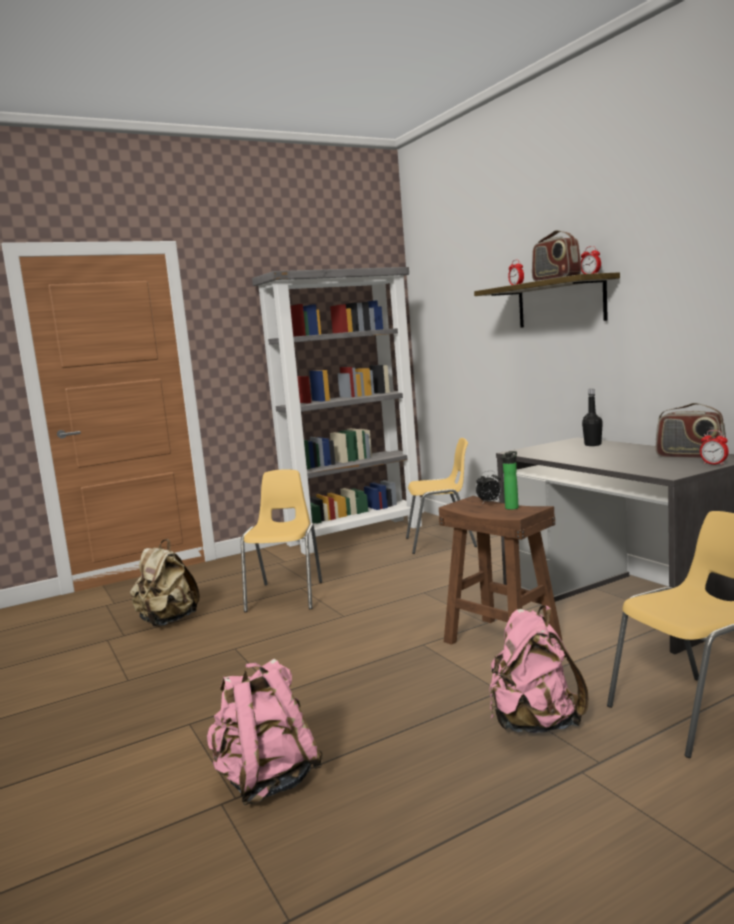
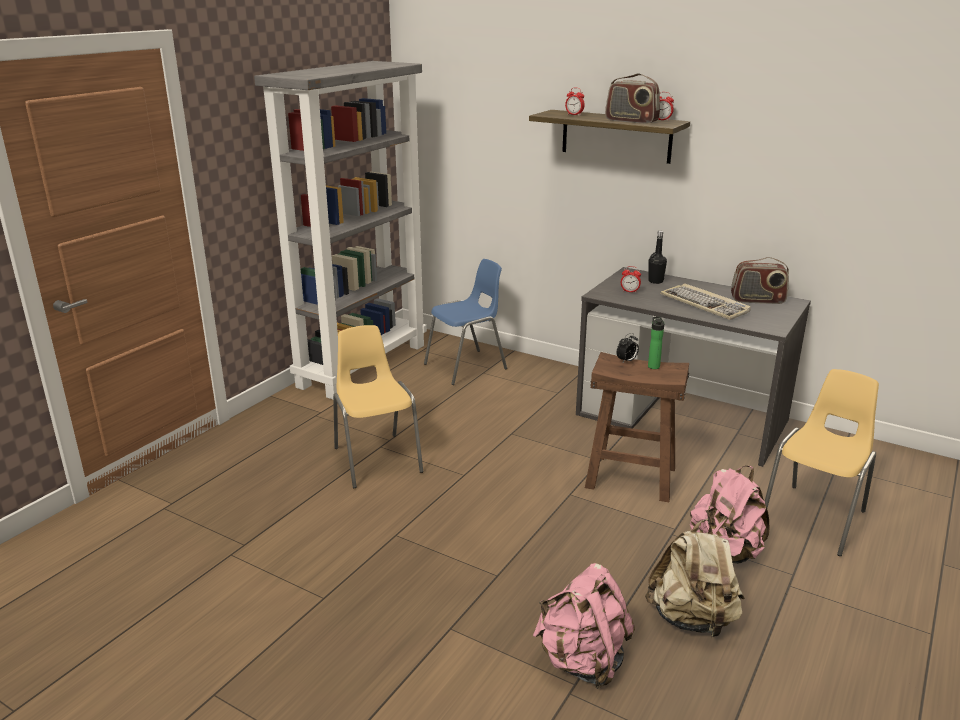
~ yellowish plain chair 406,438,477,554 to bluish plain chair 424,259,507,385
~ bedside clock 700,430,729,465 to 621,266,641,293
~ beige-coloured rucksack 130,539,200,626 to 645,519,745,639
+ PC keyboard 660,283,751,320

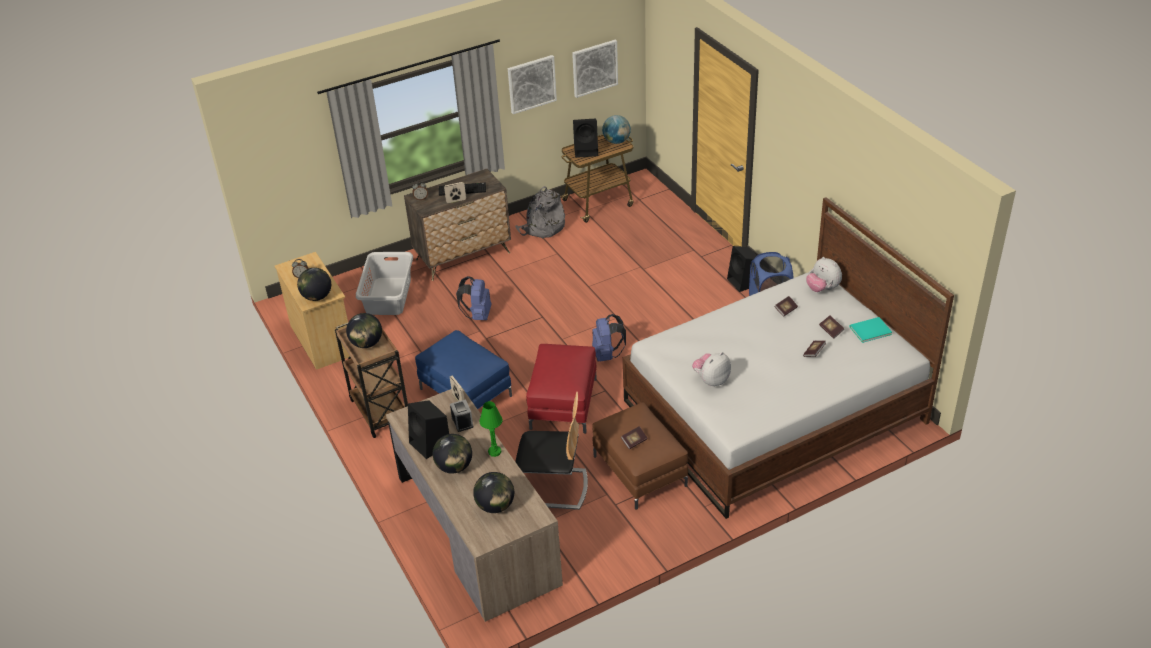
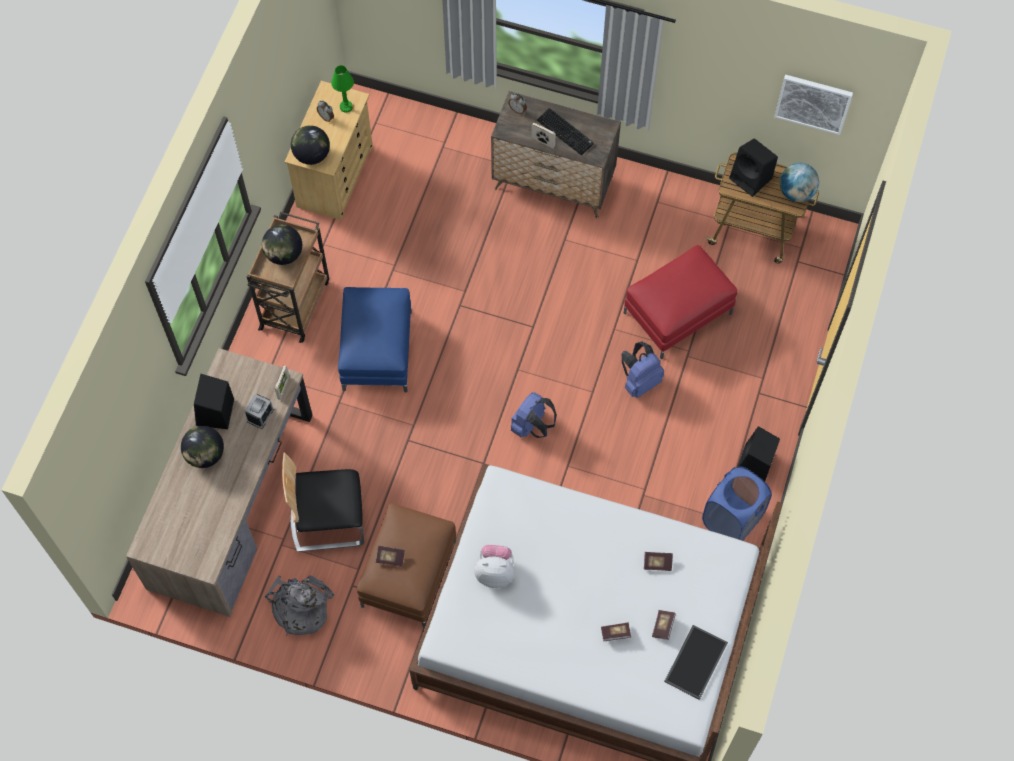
~ grey rucksack 515,186,565,238 to 265,575,334,636
~ plain chair 515,392,588,510 = 282,453,364,552 120 degrees clockwise
~ green-coloured tabletop lamp 479,401,503,457 to 331,65,354,113
~ bluish rucksack 456,276,491,320 to 621,341,664,398
~ red ottoman 526,344,597,434 to 624,245,737,359
~ turquoise bound book 850,317,892,343 to serving tray 664,625,728,700
- grey laundry basket 356,252,413,315
- world globe 473,472,514,513
- picture 508,55,557,114
- plush toy 806,257,842,292

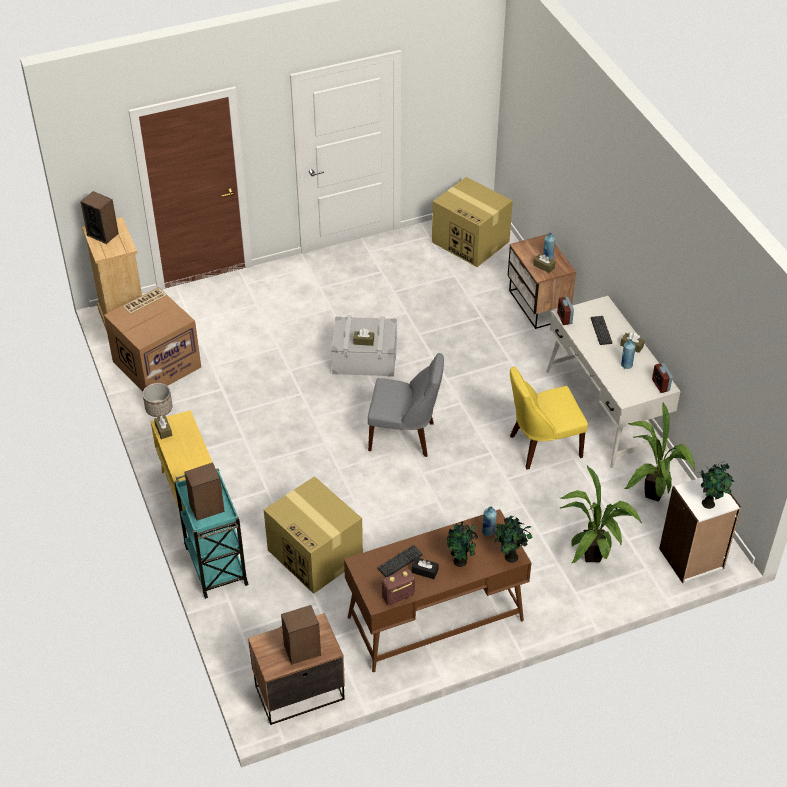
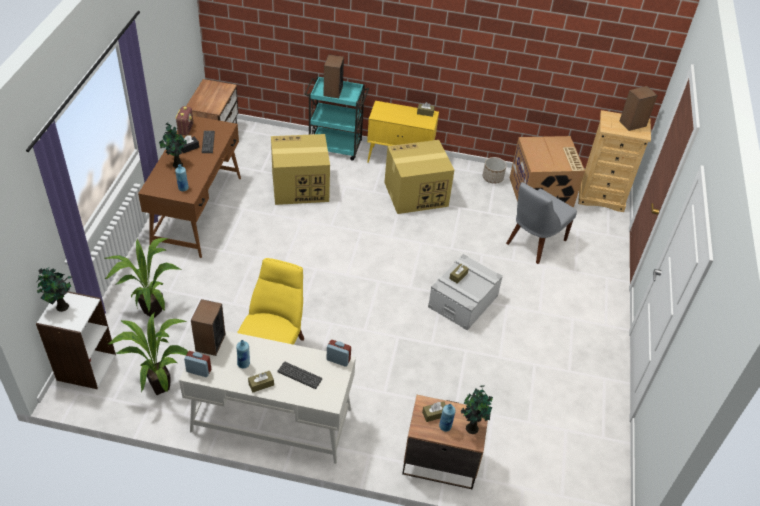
~ speaker 281,605,321,665 to 191,299,226,356
~ carton 432,177,513,267 to 384,140,454,214
~ houseplant 493,516,533,563 to 461,386,493,434
~ grey plain chair 368,353,444,457 to 506,182,577,264

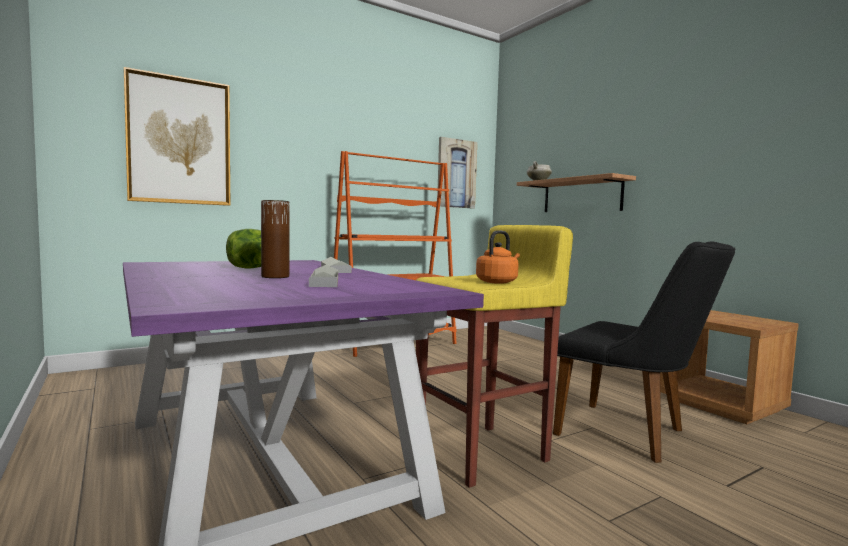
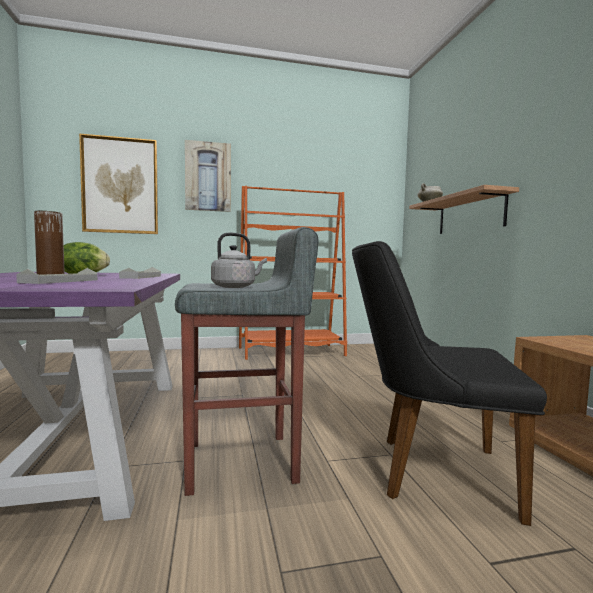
~ yellowish stool 416,225,573,488 to grey stool 175,227,318,496
~ picture 437,137,477,208 to 185,140,231,212
~ orangey kettle 476,230,520,284 to grey kettle 211,233,267,288
~ black-coloured plain chair 553,241,736,463 = 352,241,547,526 135 degrees clockwise

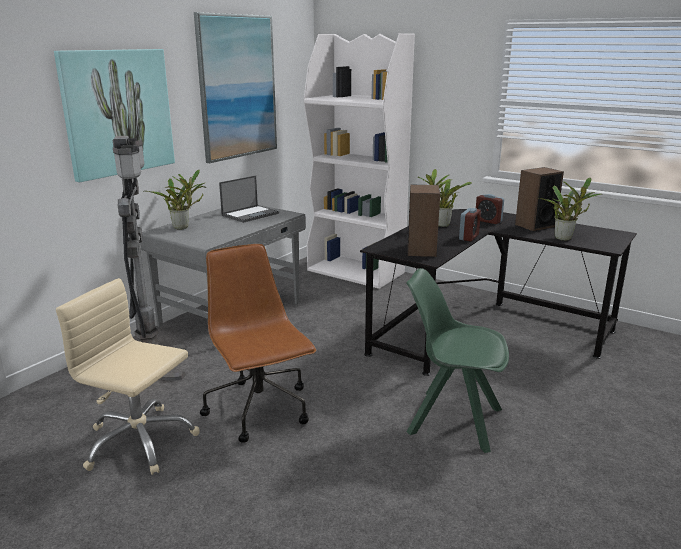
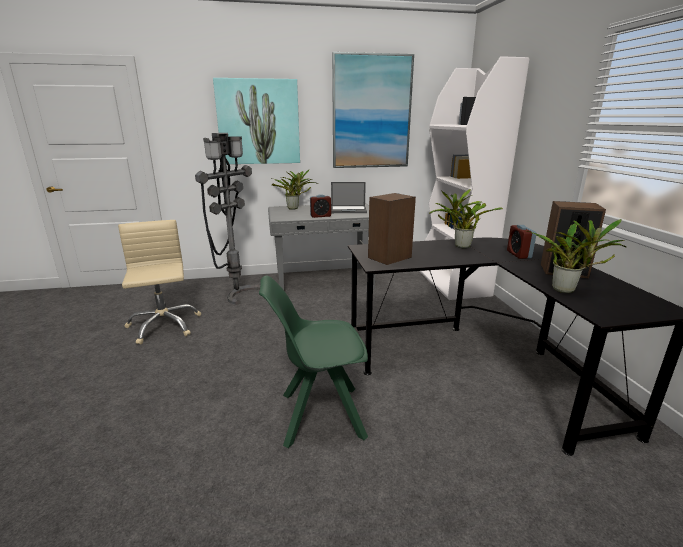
~ green-coloured plain chair 406,268,509,453 = 259,276,368,448 75 degrees counterclockwise
~ bedside clock 459,208,481,241 to 310,194,331,218
- brown desk chair 200,244,317,443

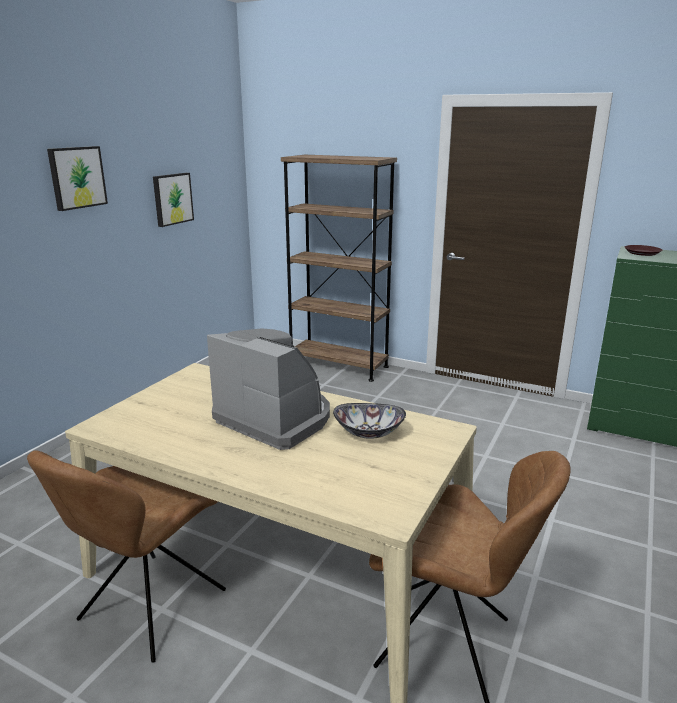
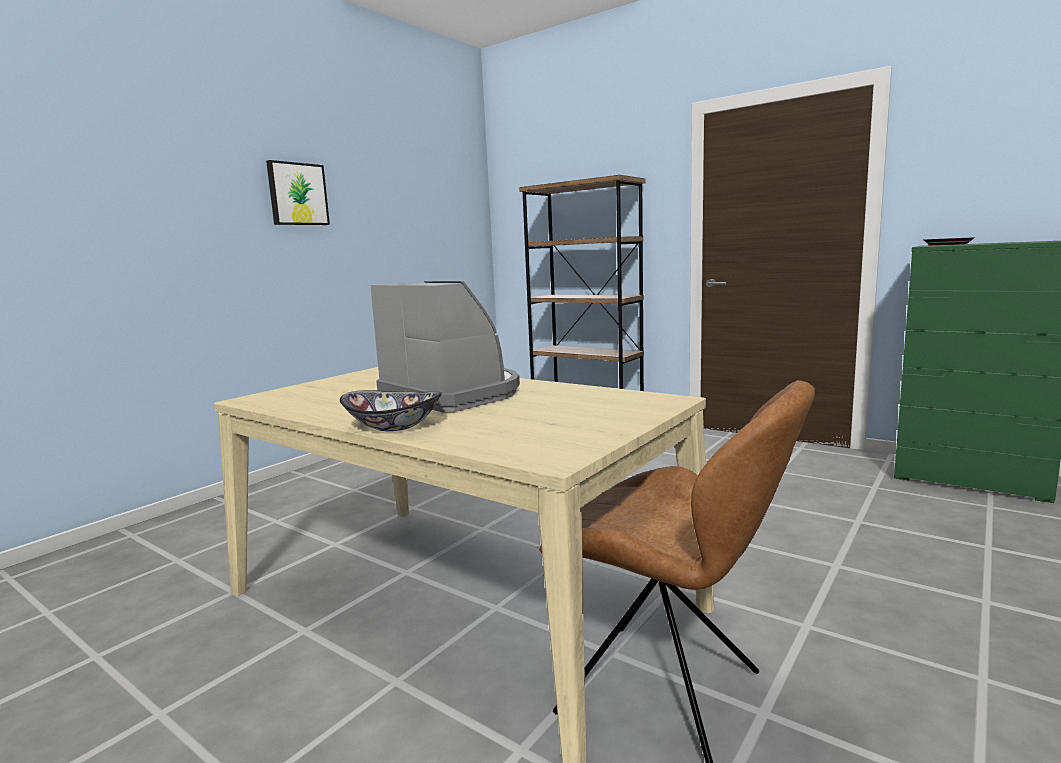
~ serving bowl 333,403,406,439 to 340,390,442,431
- brown plain chair 27,450,226,663
- picture 153,173,194,227

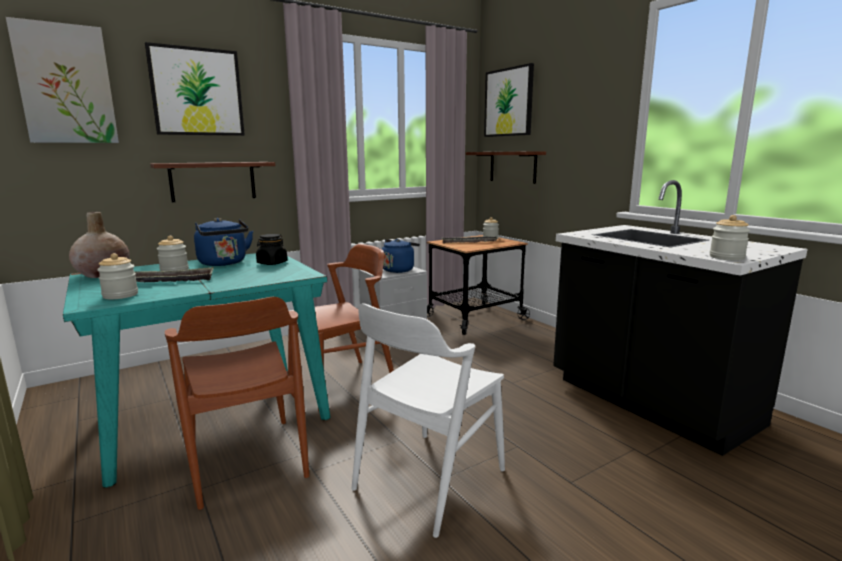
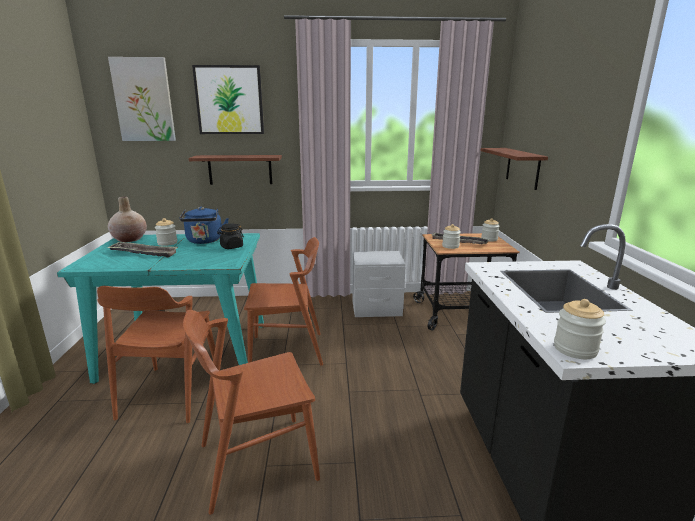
~ whitish plain chair 352,304,505,538 to brown plain chair 183,310,320,515
~ jar 97,253,138,299 to 442,224,461,249
- bluish kettle 380,239,420,273
- picture 484,63,534,137

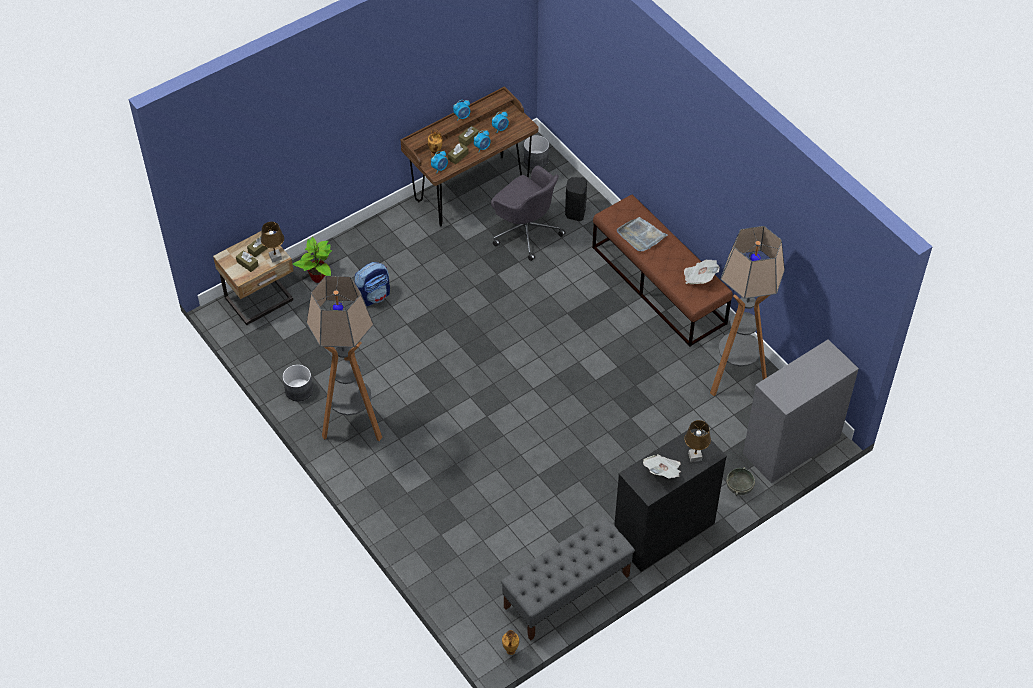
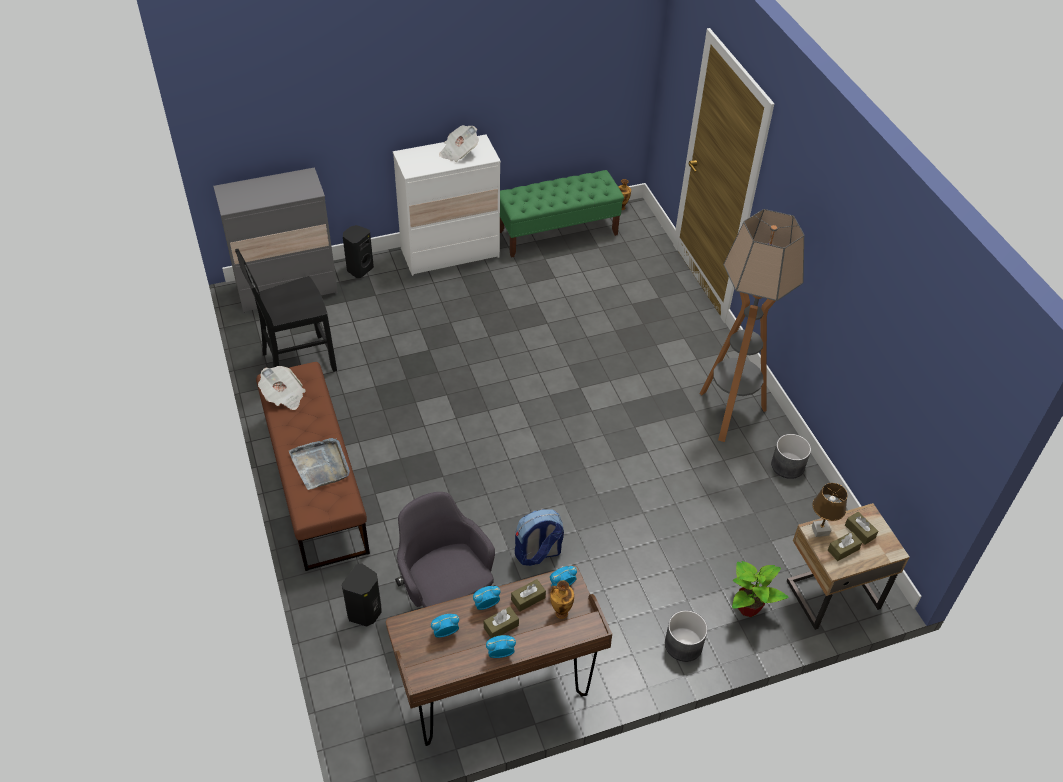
~ standing lamp 710,226,785,396 to black-coloured plain chair 235,249,337,372
~ grey serving bowl 726,467,755,496 to black-coloured speaker 343,225,374,278
~ black-coloured dresser 614,429,727,572 to whitish dresser 393,134,501,276
~ grey bench 501,515,635,640 to green-coloured bench 500,170,624,258
~ rucksack 355,262,390,306 to 515,509,564,566
~ grey planter 524,135,549,168 to 665,610,708,662
- brown tabletop lamp 684,420,711,462

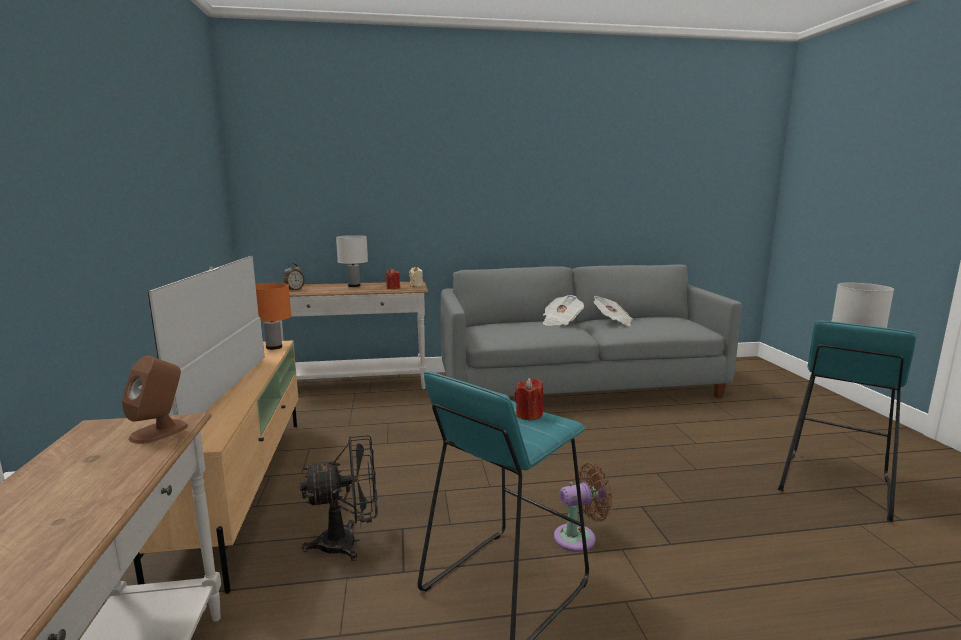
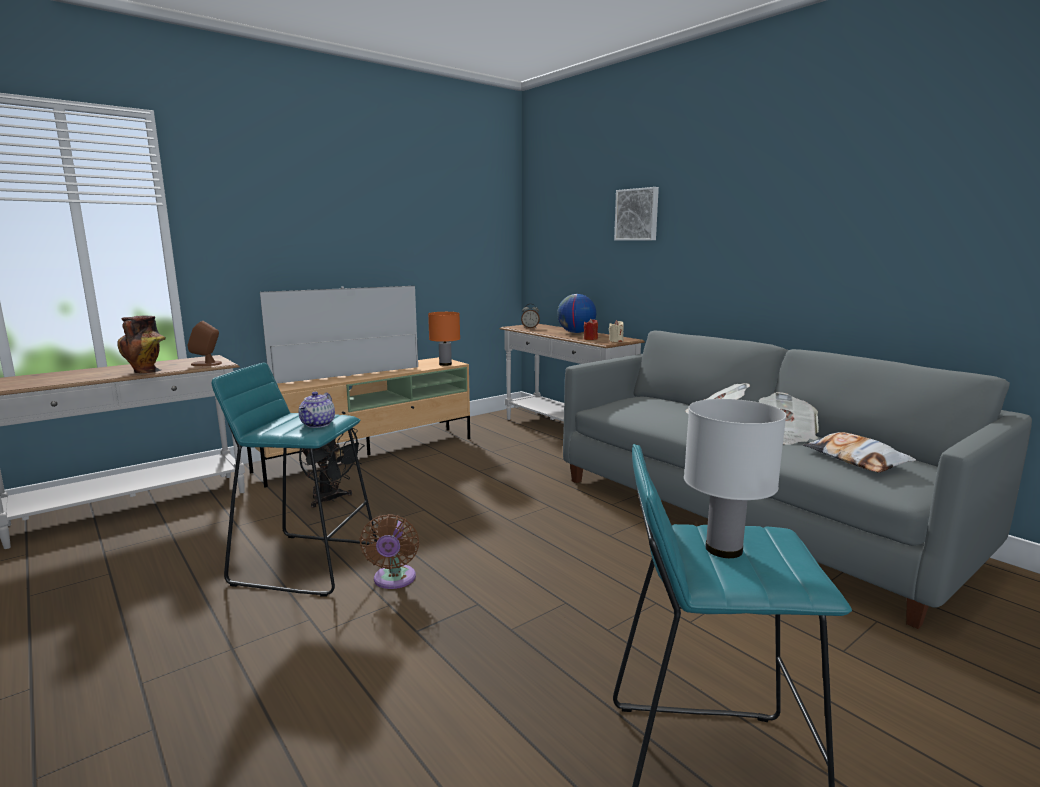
+ flower vase 117,315,166,373
~ red candle 514,378,543,421 to teapot 299,392,335,428
~ brown cooling fan 554,463,612,552 = 359,514,419,589 45 degrees clockwise
~ whitish tabletop lamp 336,235,368,287 to world globe 557,294,596,333
+ picture 614,187,659,240
+ throw pillow 803,432,916,473

